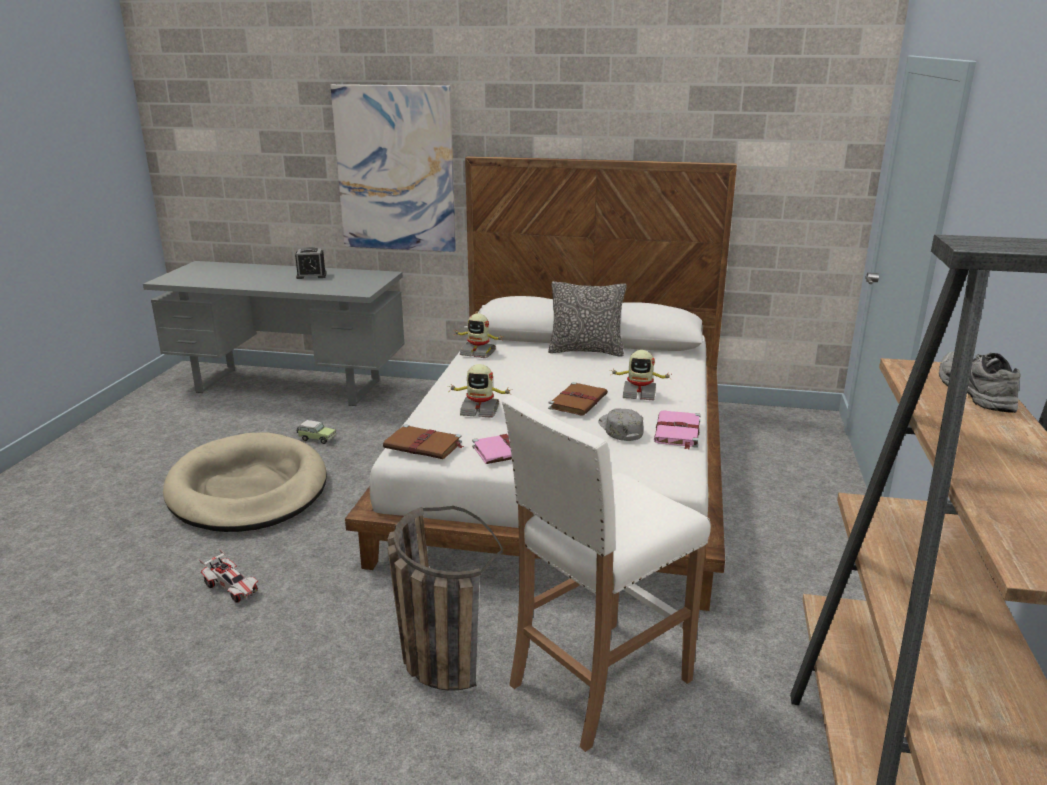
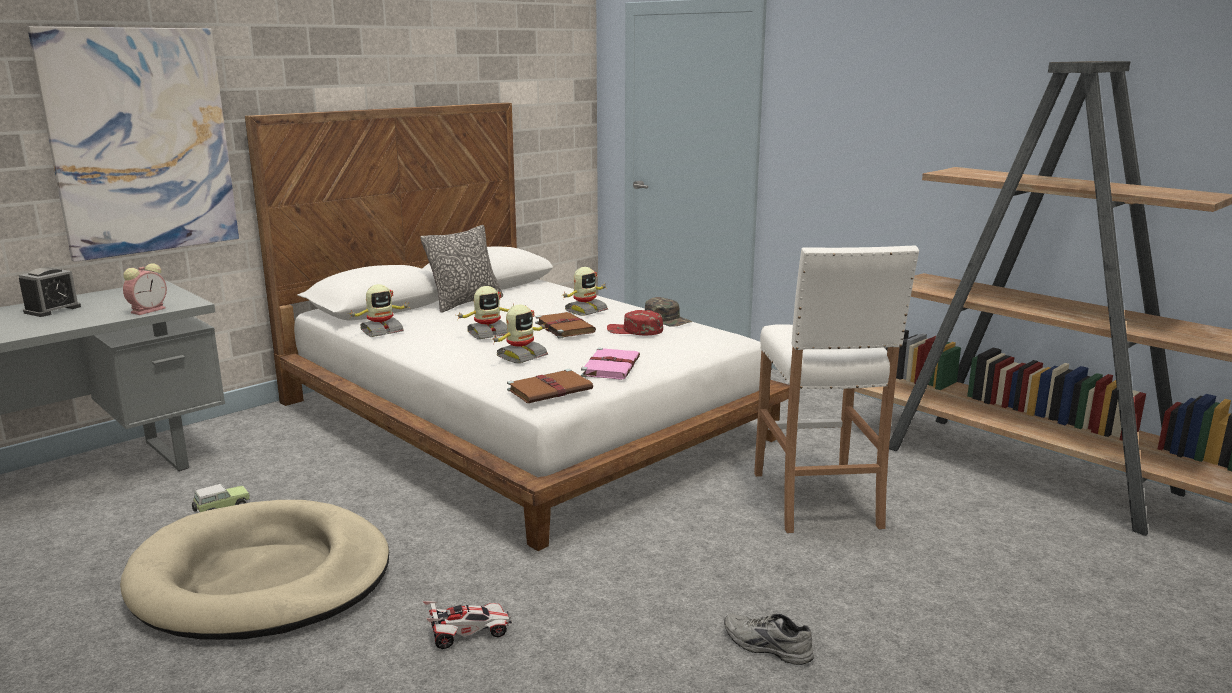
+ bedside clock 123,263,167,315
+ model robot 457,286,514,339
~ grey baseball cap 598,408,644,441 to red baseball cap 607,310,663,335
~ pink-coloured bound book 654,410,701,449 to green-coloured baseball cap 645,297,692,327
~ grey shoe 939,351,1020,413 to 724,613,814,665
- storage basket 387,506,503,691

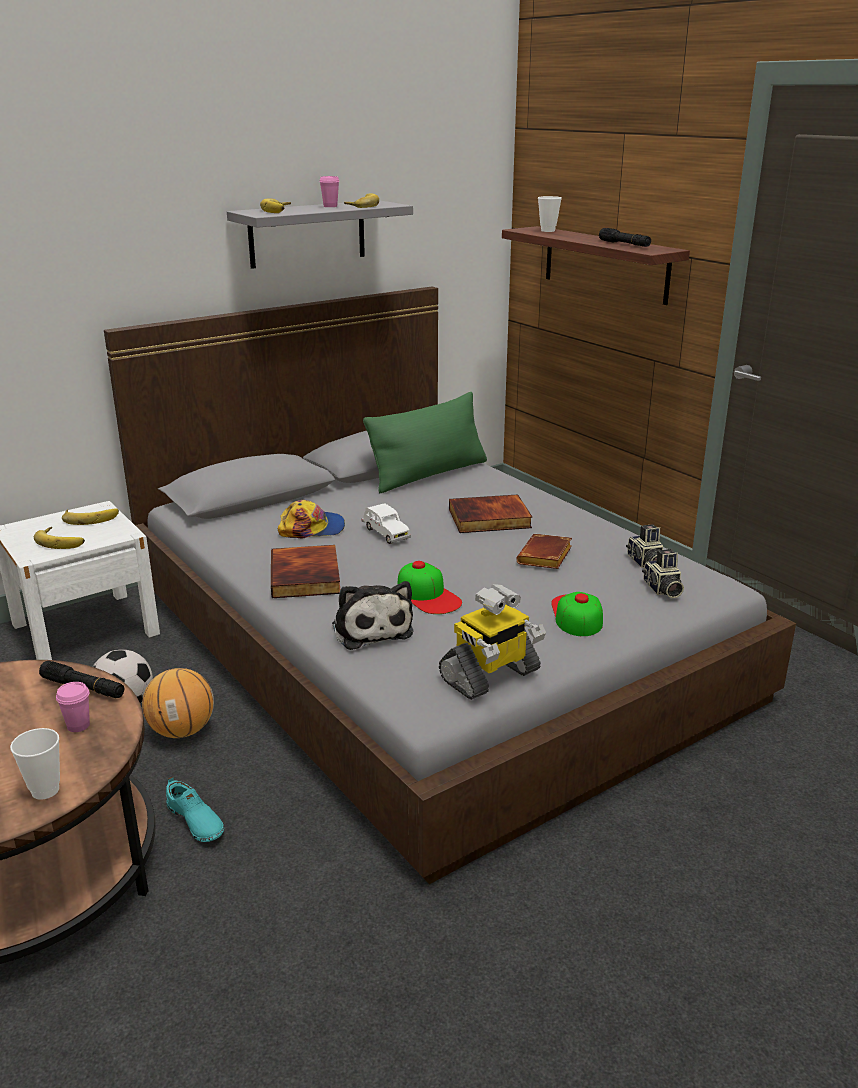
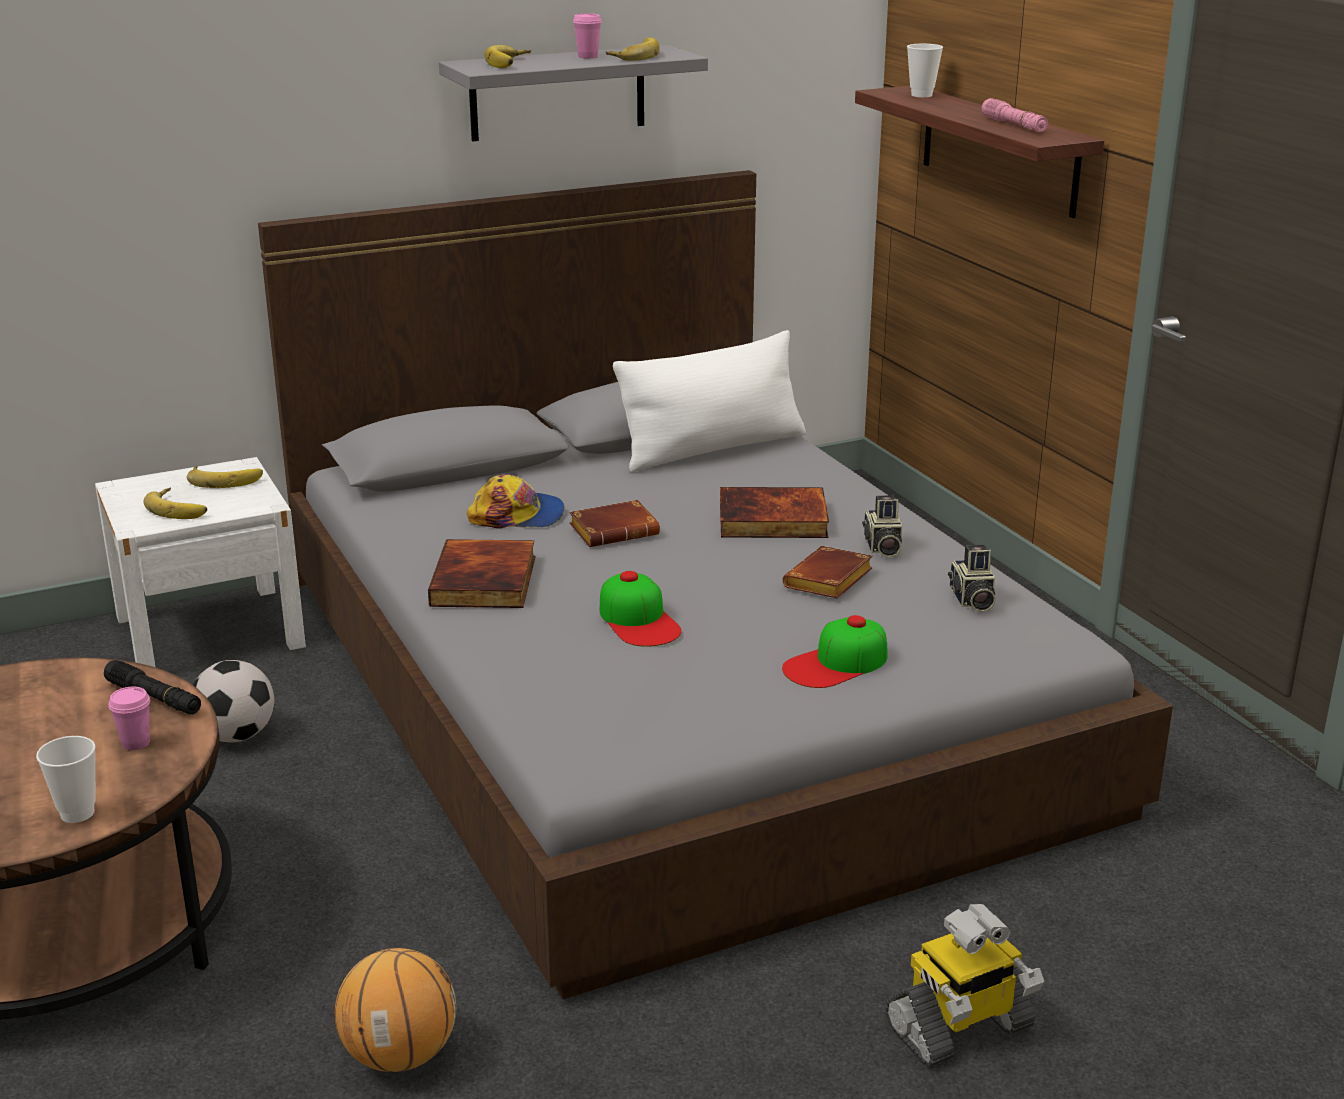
~ basketball 142,668,214,738 to 335,948,456,1072
~ whitish model car 361,503,411,544 to brown bound book 569,500,660,547
~ green-coloured throw pillow 363,392,487,493 to whitish throw pillow 613,330,806,472
~ baseball cap 551,592,603,636 = 782,615,887,688 135 degrees counterclockwise
~ still camera 642,549,684,598 to 862,495,903,557
~ model robot 439,584,546,700 to 885,904,1044,1067
~ black-coloured hand torch 599,228,651,247 to pink-coloured hand torch 982,98,1048,132
- turquoise shoe 166,776,224,842
- plush toy 332,581,414,650

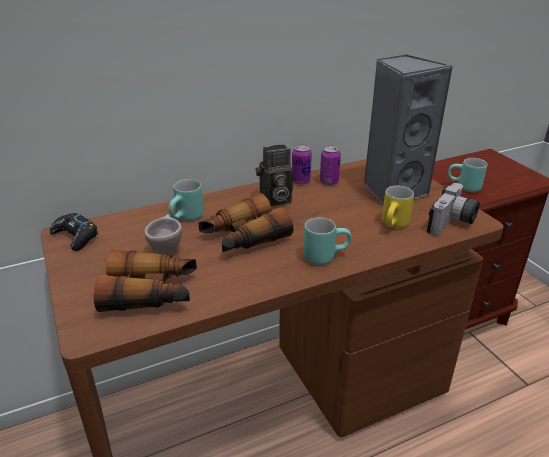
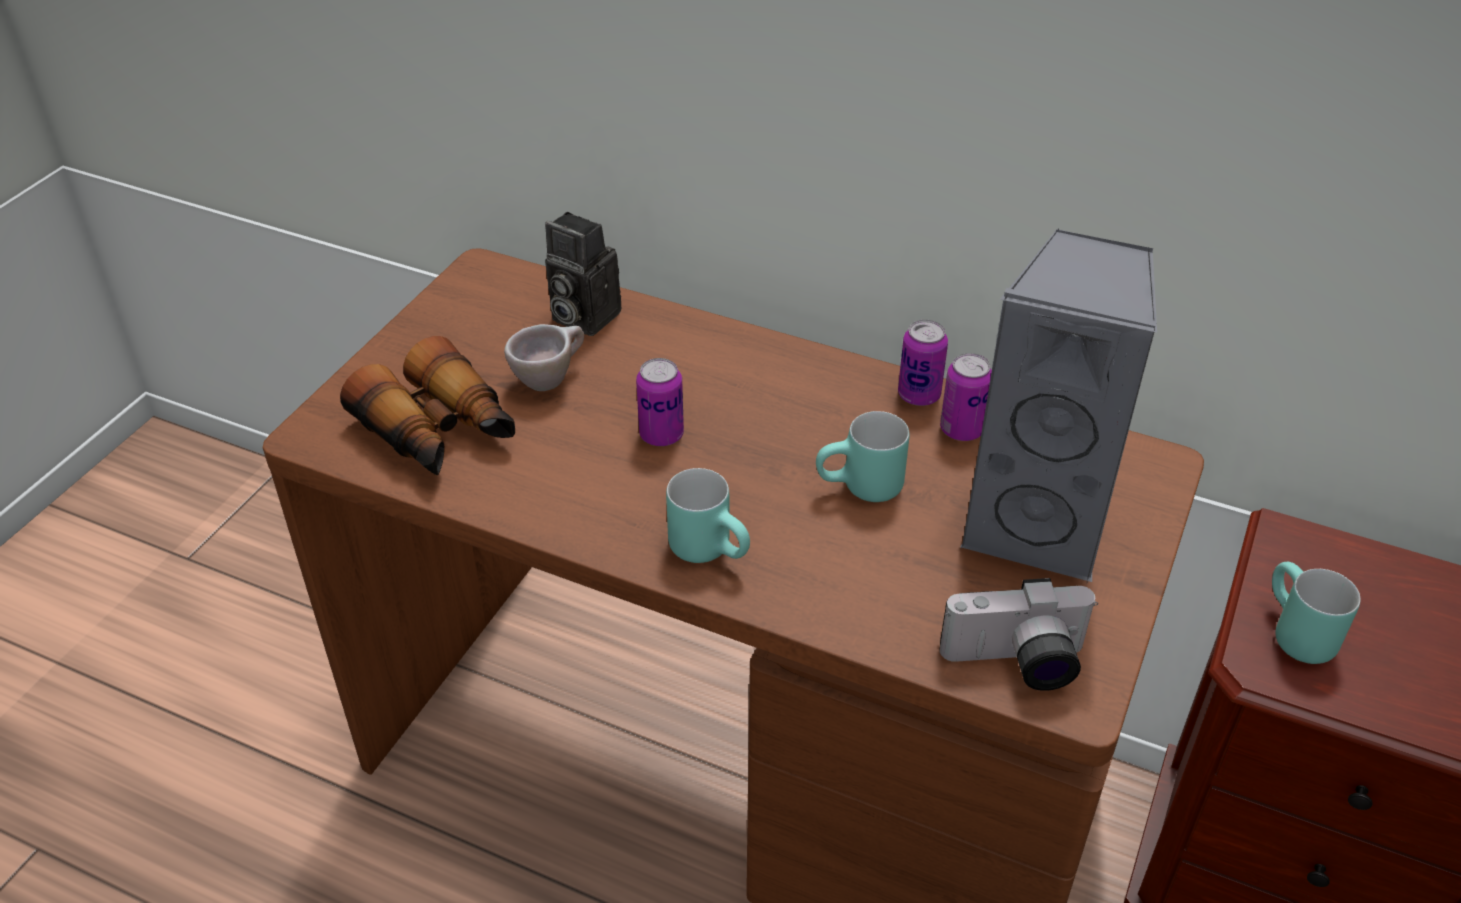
~ still camera 256,145,293,206 to 545,212,622,336
~ field glasses 199,193,293,252 to metal can 636,358,684,446
~ turquoise coffee mug 168,179,203,221 to 816,411,909,502
- black-coloured gamepad 50,213,98,251
- yellowish coffee mug 382,186,414,228

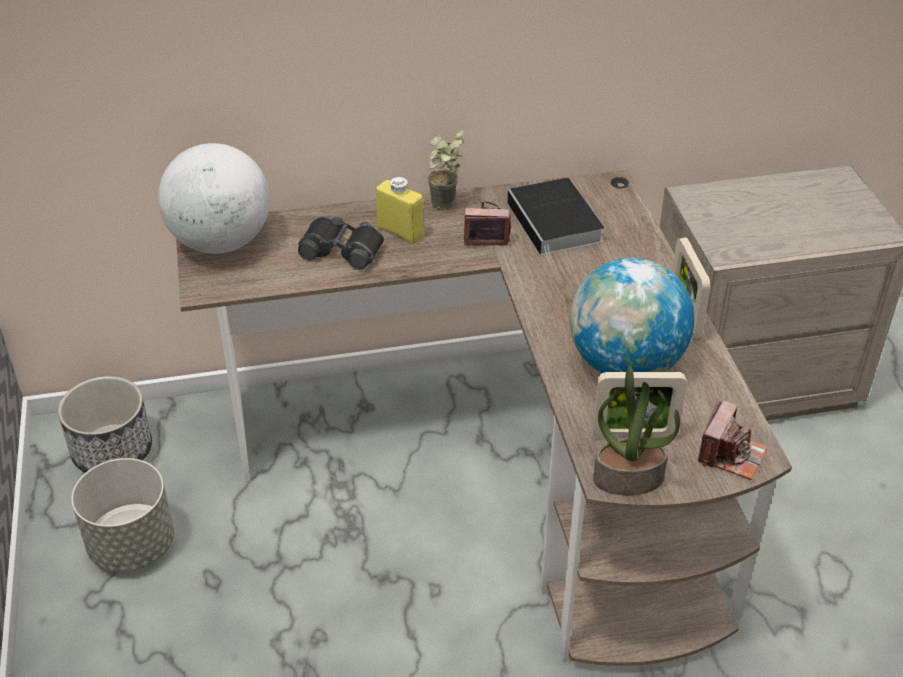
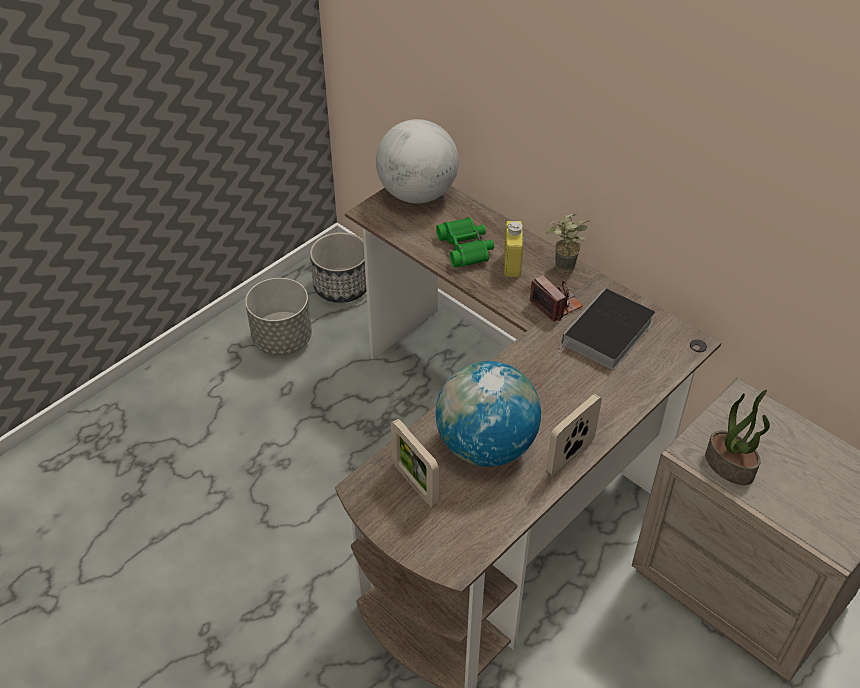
~ black-coloured field glasses 298,216,384,270 to green-coloured field glasses 436,217,494,267
~ houseplant 593,366,680,496 to 705,390,770,485
- still camera 698,399,767,480

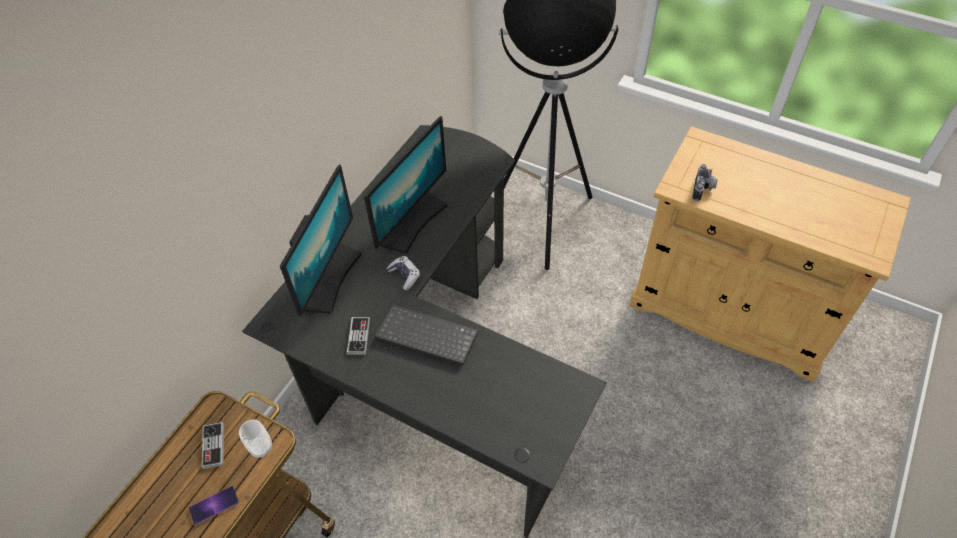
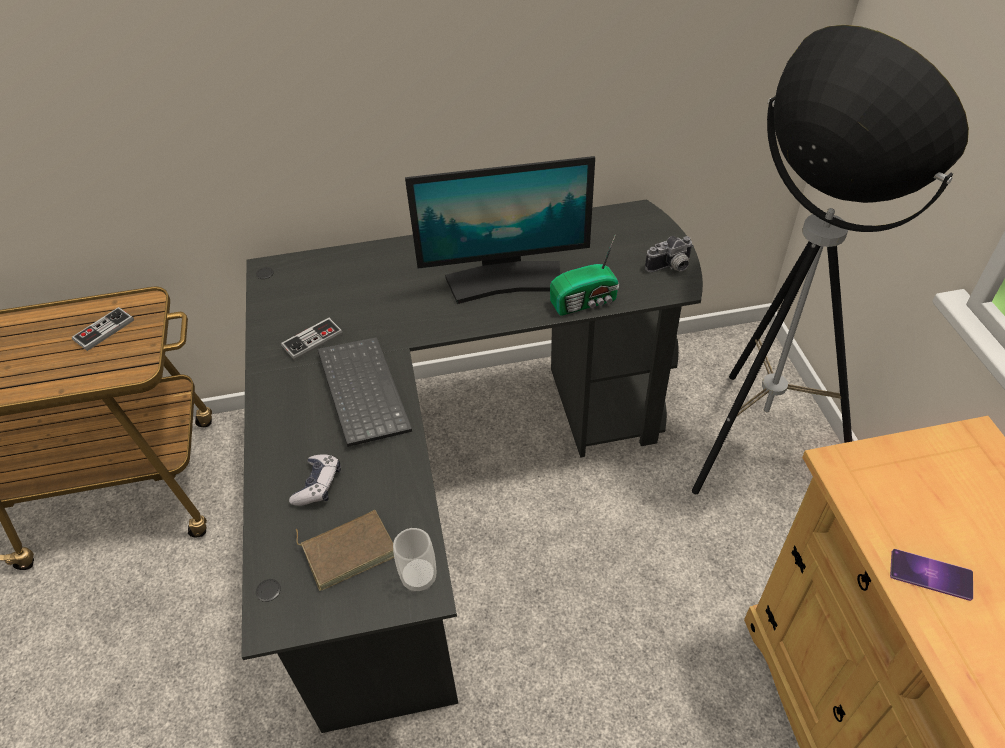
~ gamepad 386,256,420,290 to 289,454,341,506
+ brown bound book 296,510,394,591
~ drinking cup 239,420,272,458 to 393,528,436,592
+ radio set 550,234,619,316
~ still camera 692,164,718,201 to 645,236,694,272
~ handset 189,486,239,525 to 890,549,973,601
- computer display 280,165,362,317

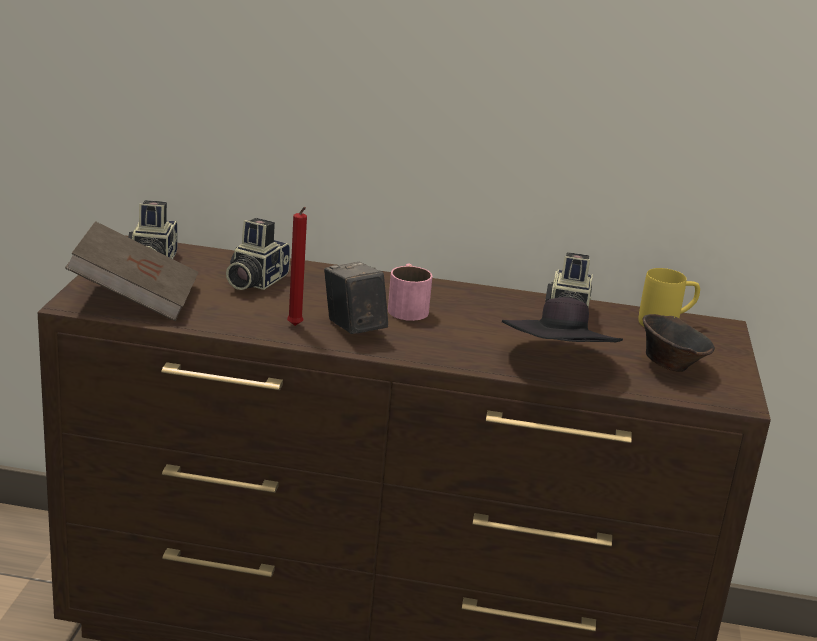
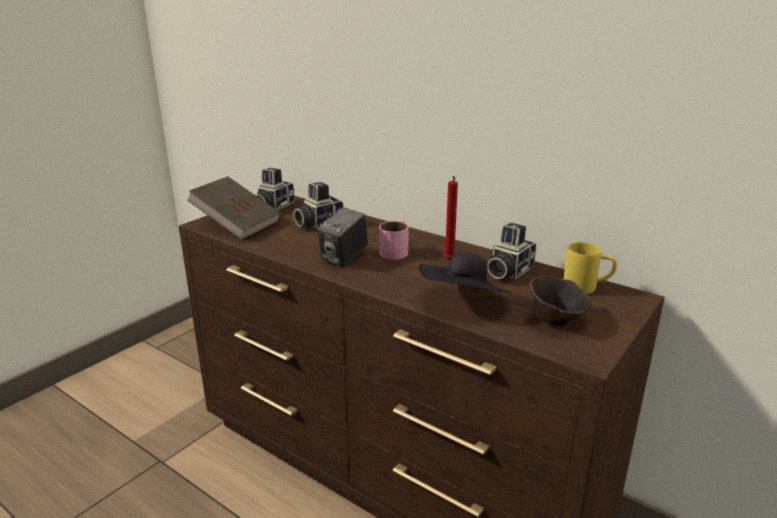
~ still camera 324,262,388,334 = 318,207,368,267 150 degrees counterclockwise
~ red candle 287,207,307,326 to 444,176,458,260

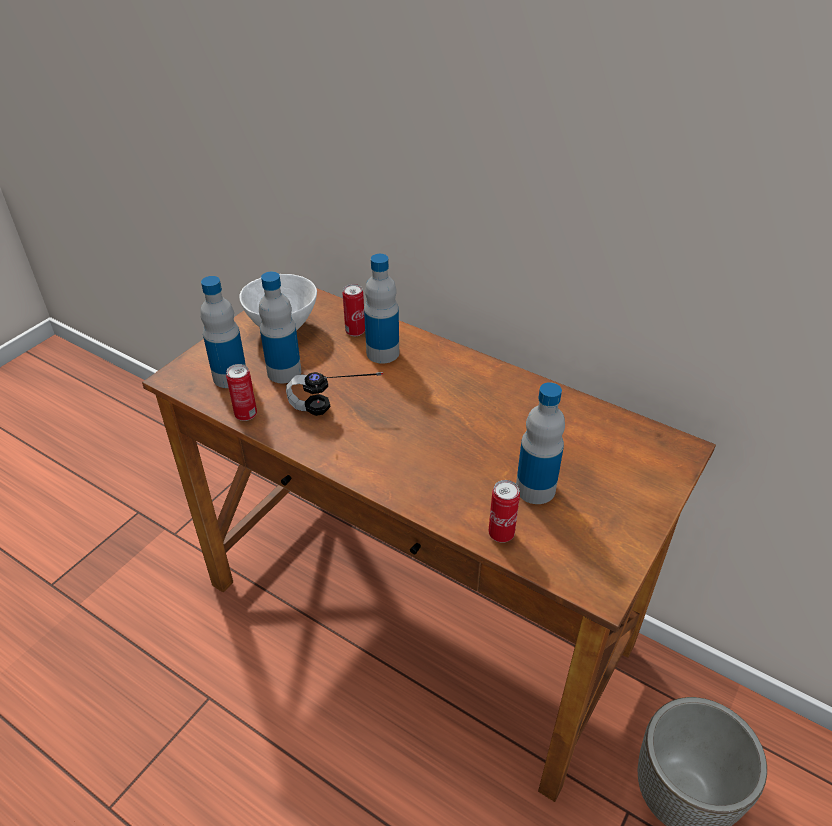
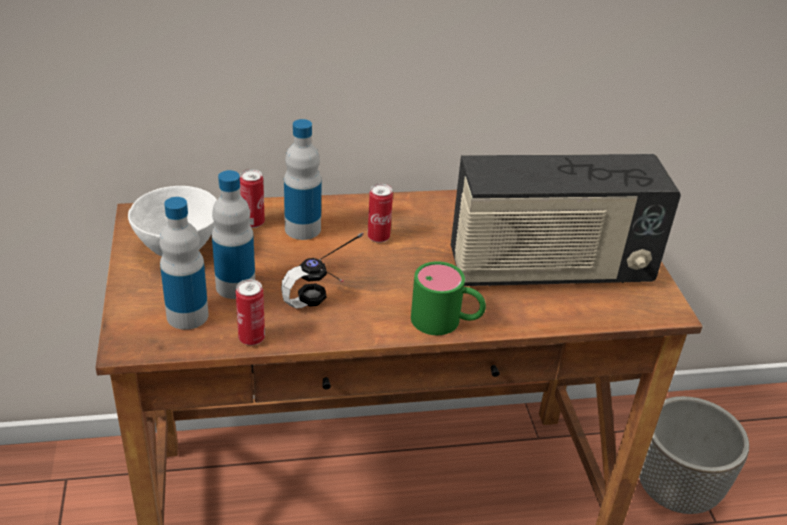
~ metal can 488,480,520,543 to 368,184,393,243
+ green-coloured coffee mug 411,261,486,335
~ drink bottle 516,382,565,504 to radio set 451,154,681,286

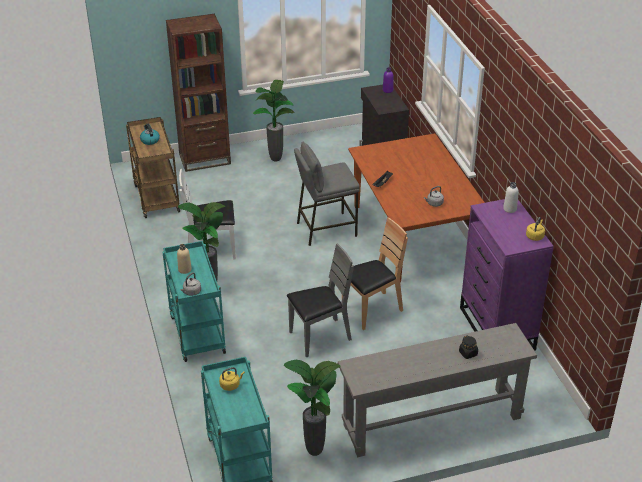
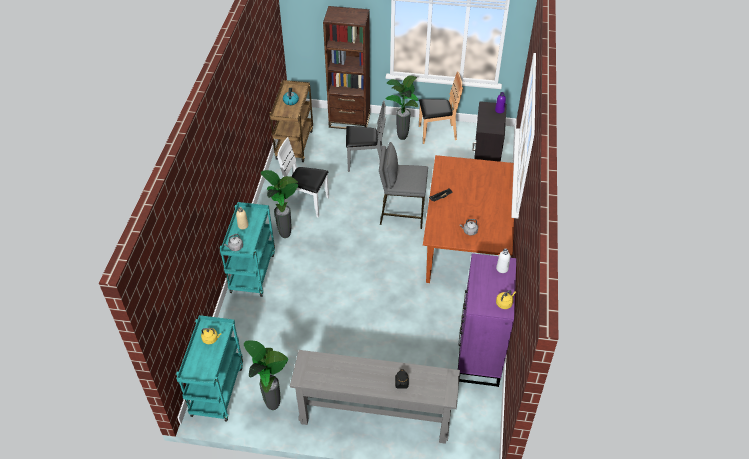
~ grey plain chair 287,244,354,357 to 346,101,386,172
~ brown plain chair 342,217,408,330 to 419,72,463,144

